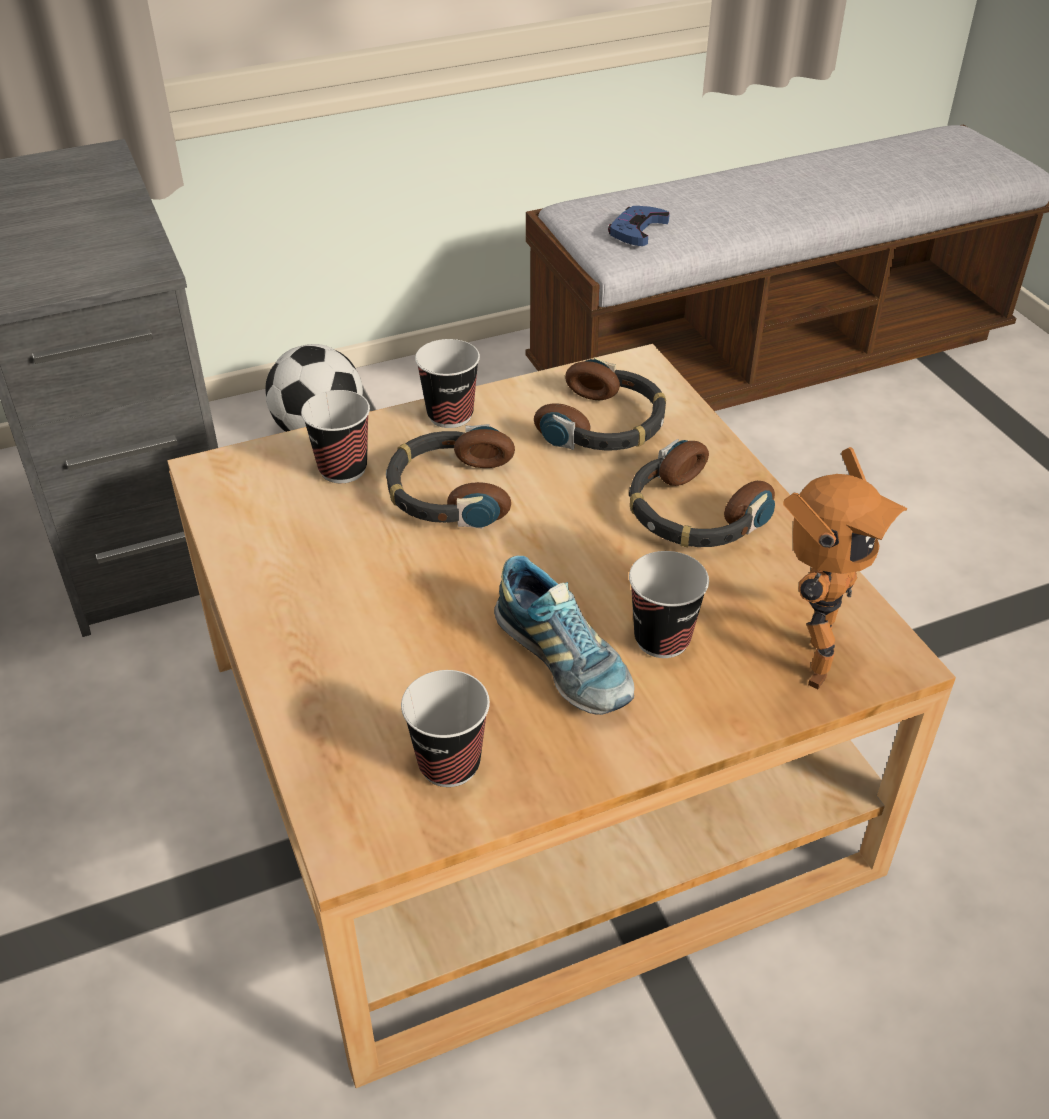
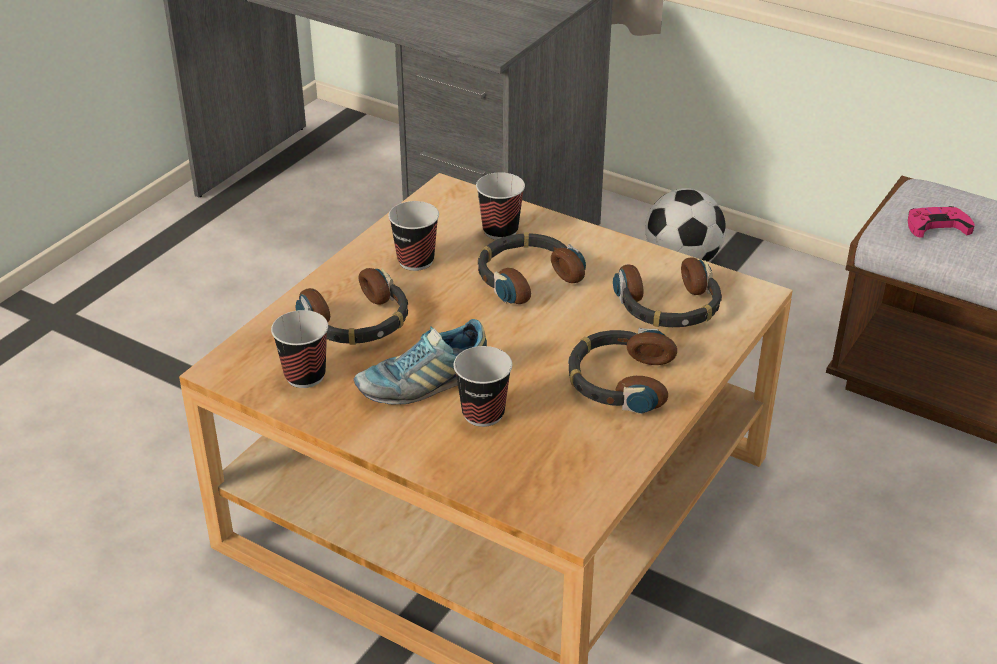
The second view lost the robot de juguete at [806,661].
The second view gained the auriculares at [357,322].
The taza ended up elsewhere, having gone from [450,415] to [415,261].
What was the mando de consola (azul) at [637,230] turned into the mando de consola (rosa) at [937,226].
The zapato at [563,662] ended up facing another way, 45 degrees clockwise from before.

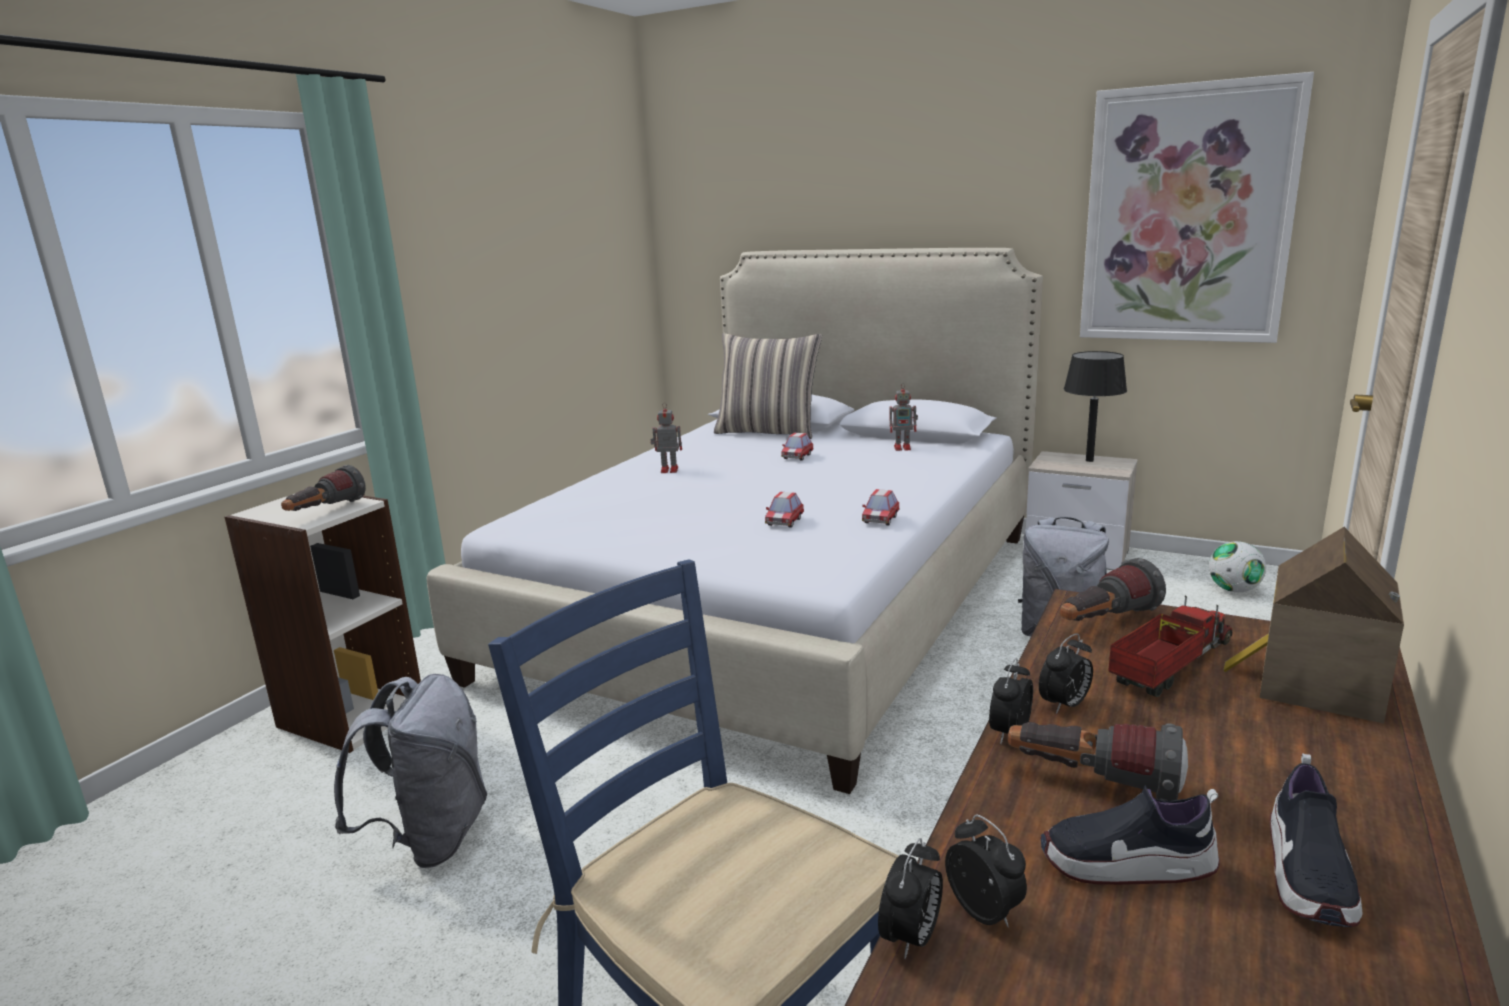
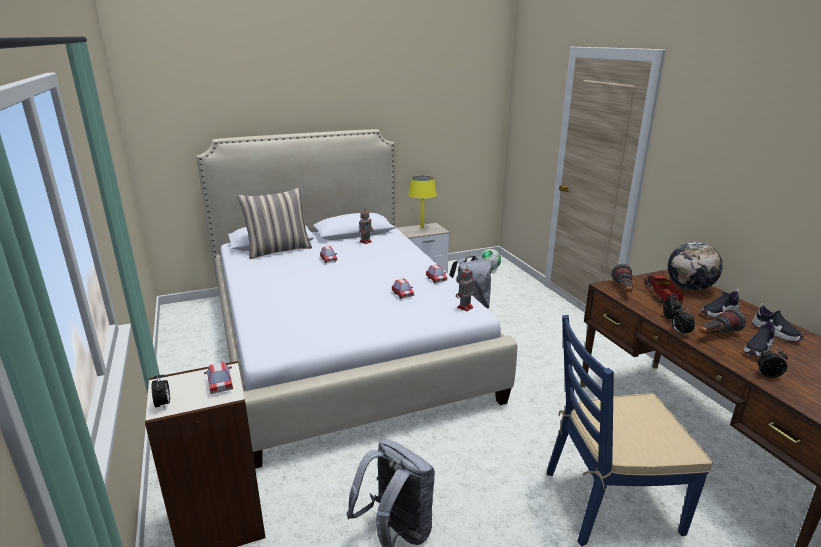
The second view lost the cuadro at [1187,216].
The second view gained the zapato at [719,313].
The robot de juguete ended up elsewhere, having gone from [668,470] to [464,308].
The despertador ended up elsewhere, having gone from [911,938] to [163,404].
Where the linterna stood at [325,511], the coche de juguete came to stand at [220,385].
Where the casita stood at [1312,685], the globo terráqueo came to stand at [689,288].
What was the lámpara de mesa (negro) at [1089,460] turned into the lámpara de mesa (amarillo) at [422,228].

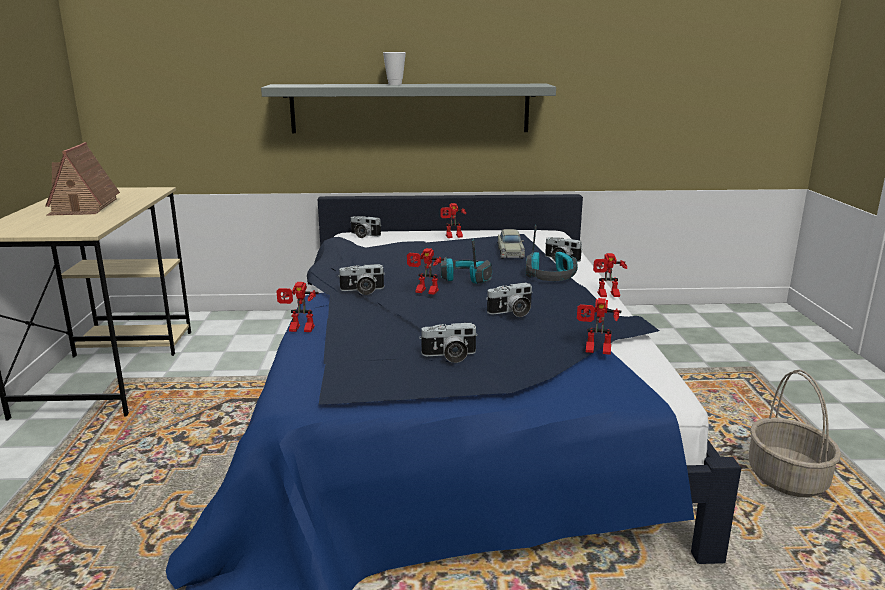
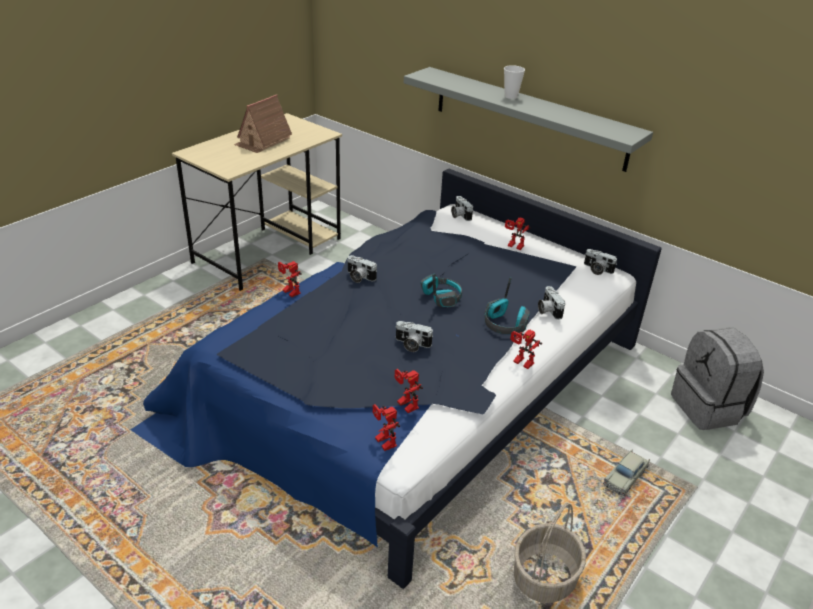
The second view gained the mochila (gris) at [708,408].
The robot de juguete ended up elsewhere, having gone from [424,292] to [382,442].
The cámara ended up elsewhere, having gone from [449,356] to [597,270].
The coche de juguete (beis) ended up elsewhere, having gone from [510,253] to [625,477].

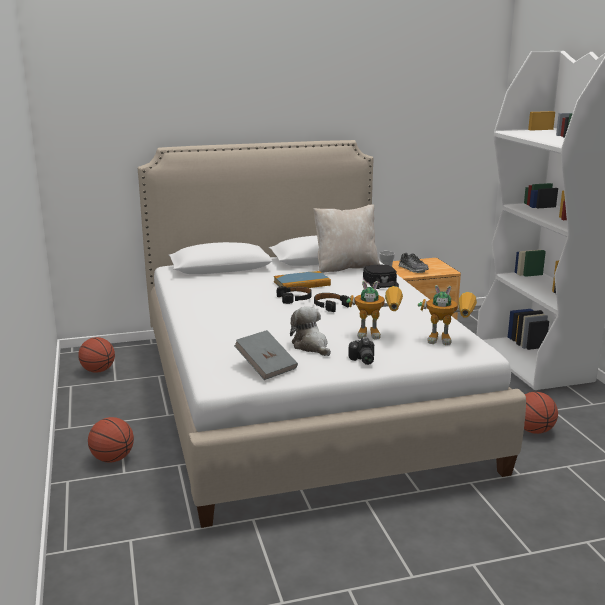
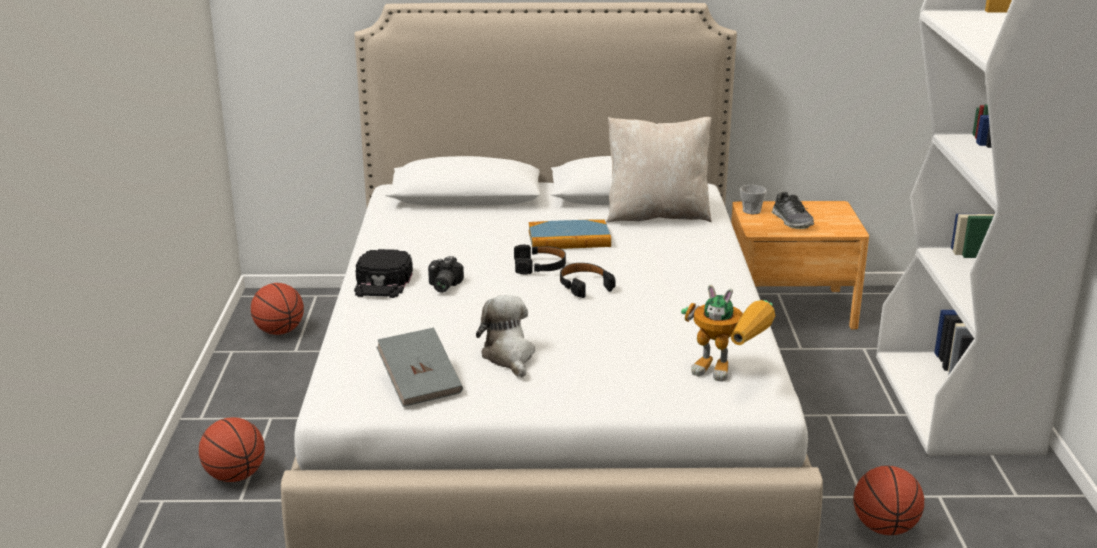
The second view lost the robot de juguete at [378,334].
The cámara ended up elsewhere, having gone from [362,360] to [442,286].
The gorra (negro) ended up elsewhere, having gone from [381,282] to [383,282].

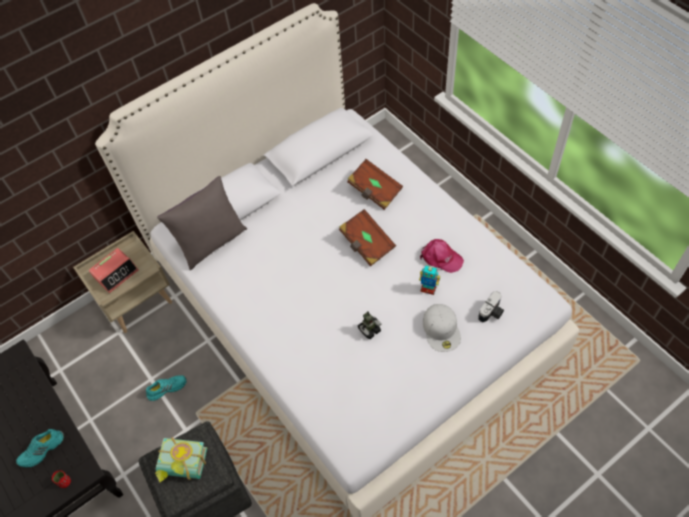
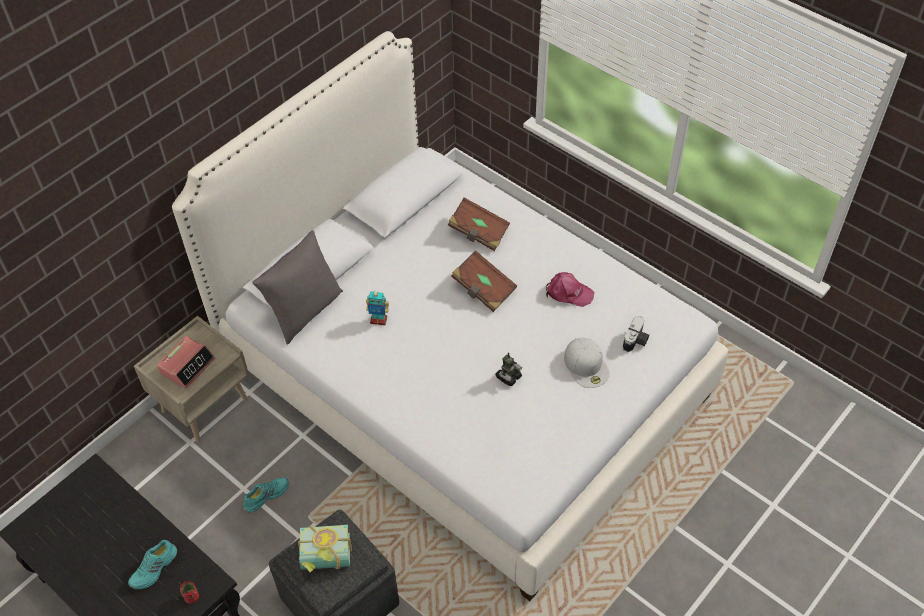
The robot de juguete ended up elsewhere, having gone from [428,289] to [378,320].

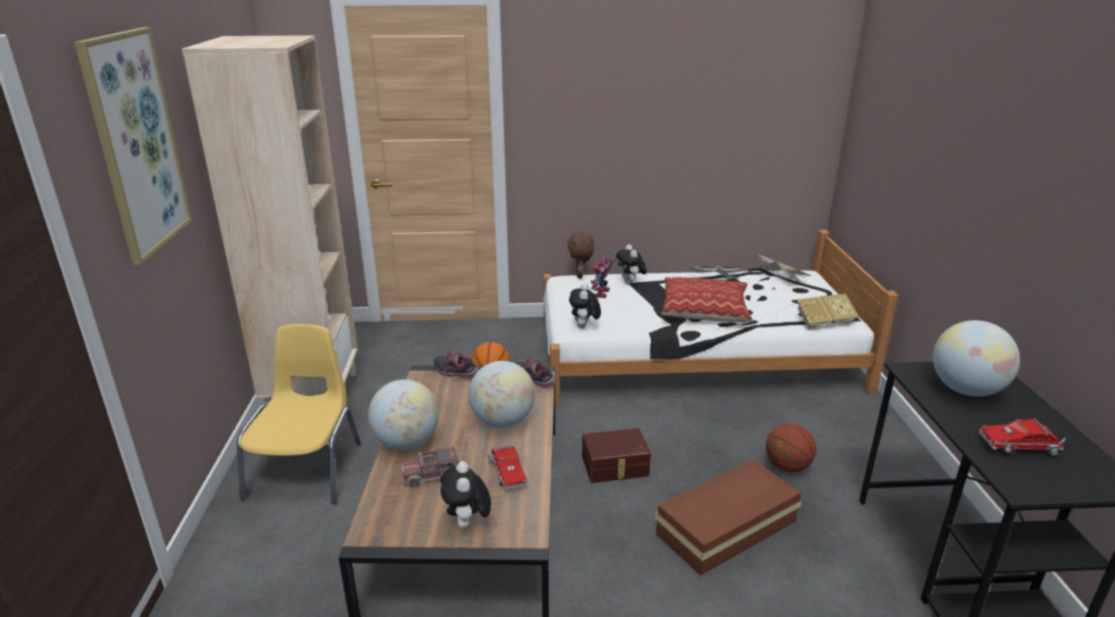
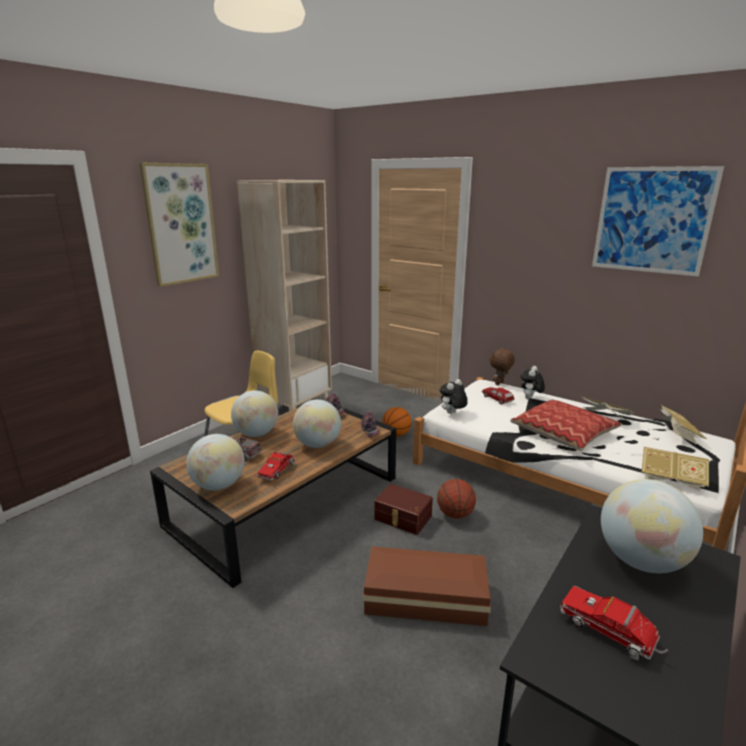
The second view gained the cuadro at [652,220].
The balón de baloncesto ended up elsewhere, having gone from [787,467] to [455,514].
Where the peluche stood at [467,524], the globo terráqueo came to stand at [218,485].
Where the robot de juguete stood at [602,294], the coche de juguete came to stand at [497,399].

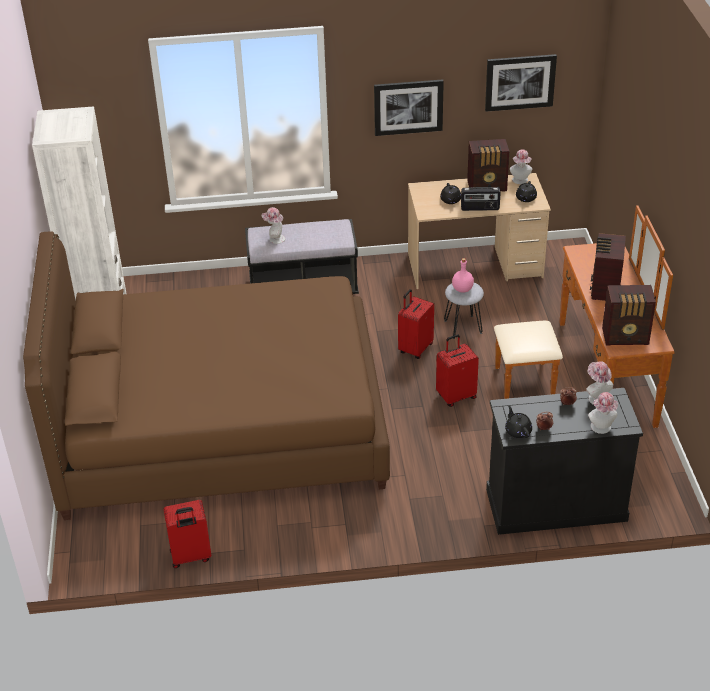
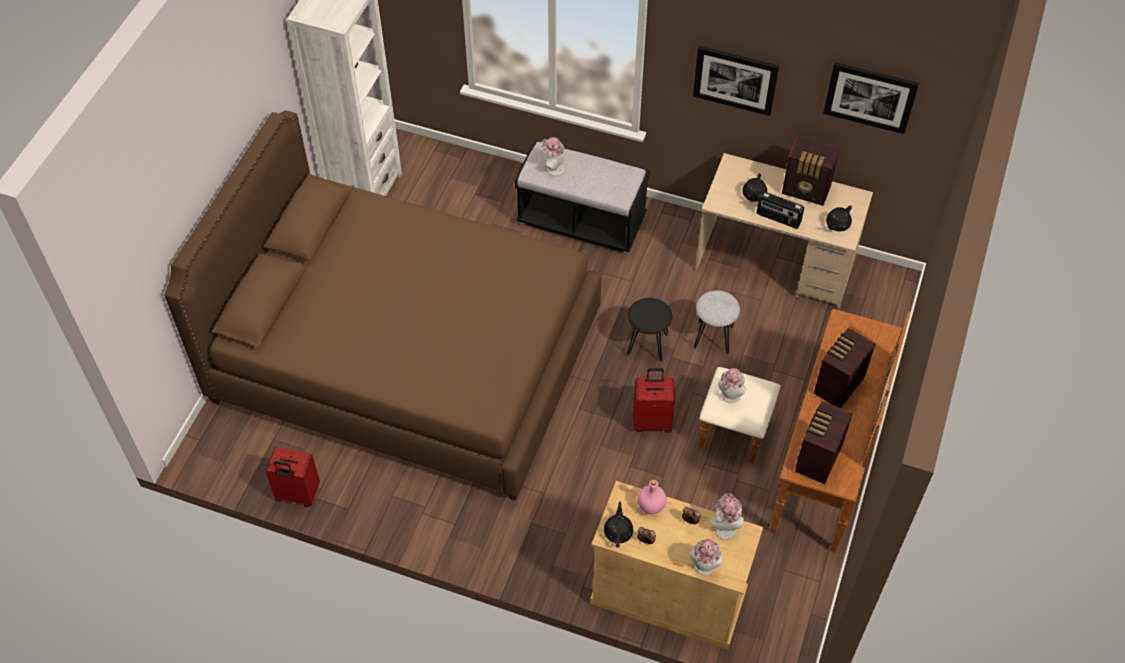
The botella (rosa) ended up elsewhere, having gone from [462,289] to [650,506].
The sombrero ended up elsewhere, having gone from [520,181] to [729,397].
Where the maleta (rojo) stood at [415,348], the taburete (negro) came to stand at [647,344].
What was the armario (negro) at [555,504] turned into the armario (beis) at [668,596].
The radio at [626,337] ended up facing another way, 90 degrees clockwise from before.

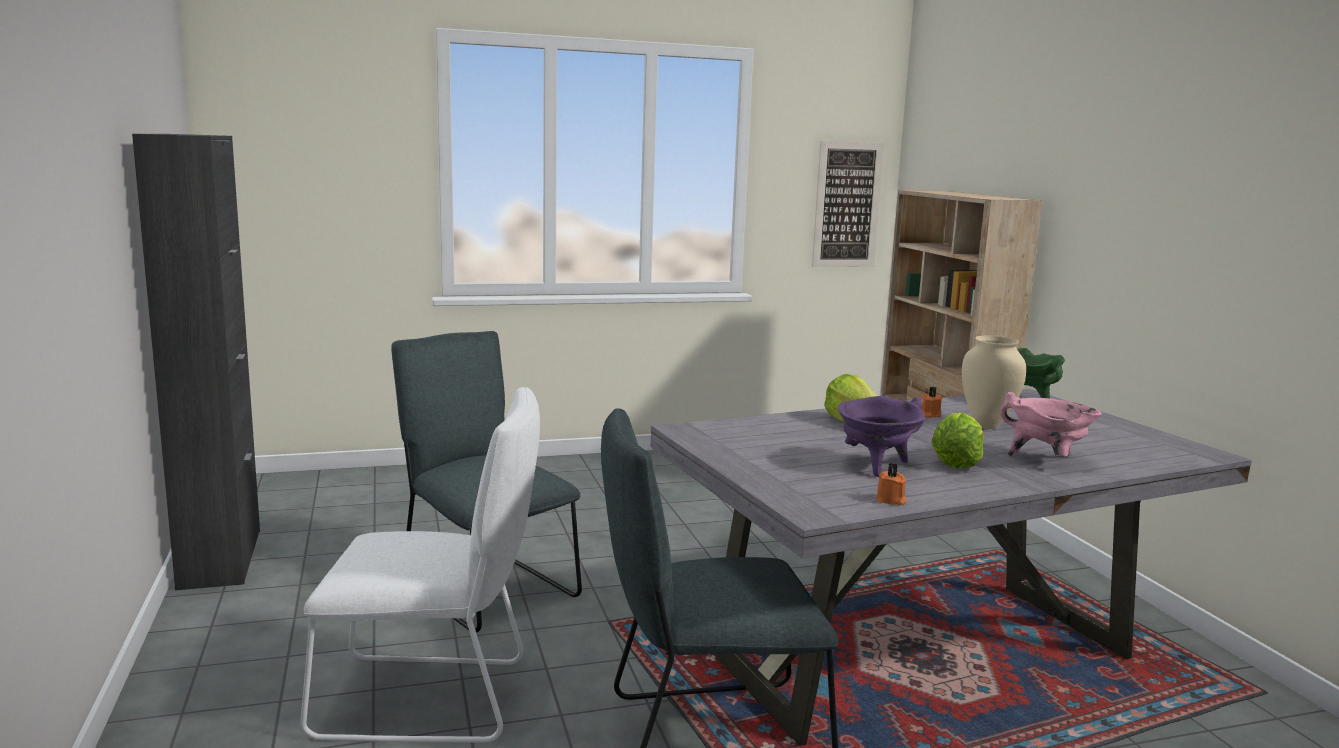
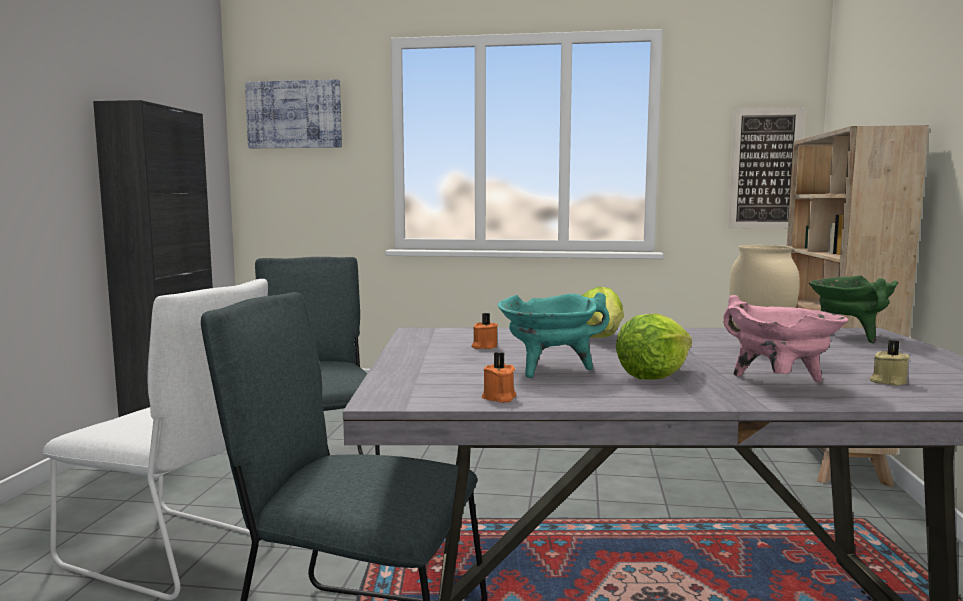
The second view gained the cuadro at [294,114].
The second view gained the vela (beis) at [887,381].
The vela (naranja) ended up elsewhere, having gone from [929,415] to [484,346].
What was the olla (morado) at [876,466] turned into the olla (turquesa) at [549,370].

